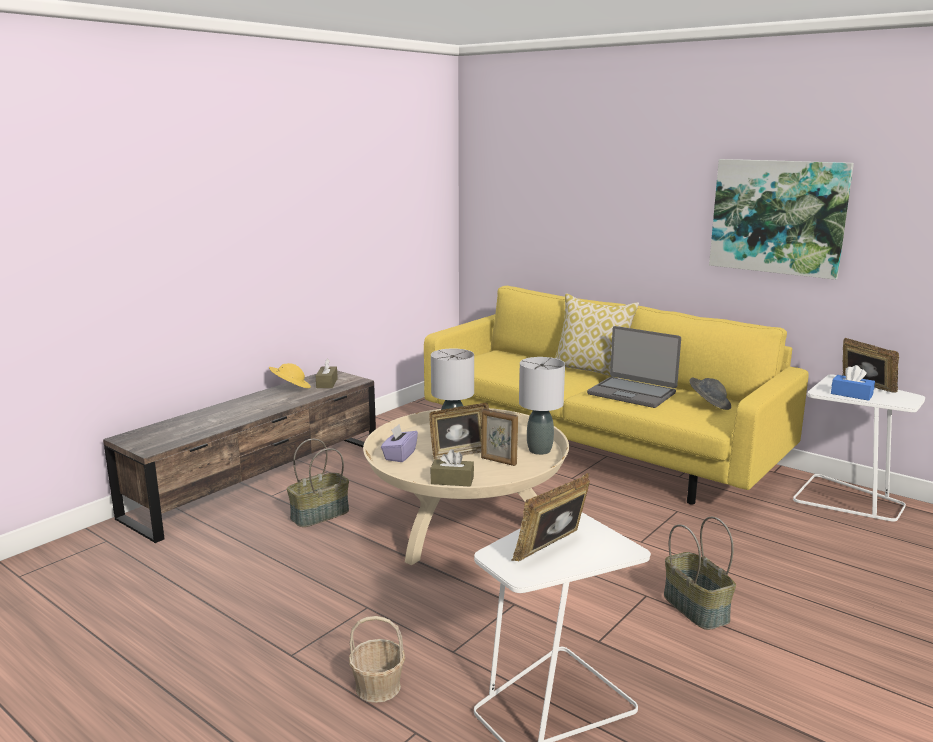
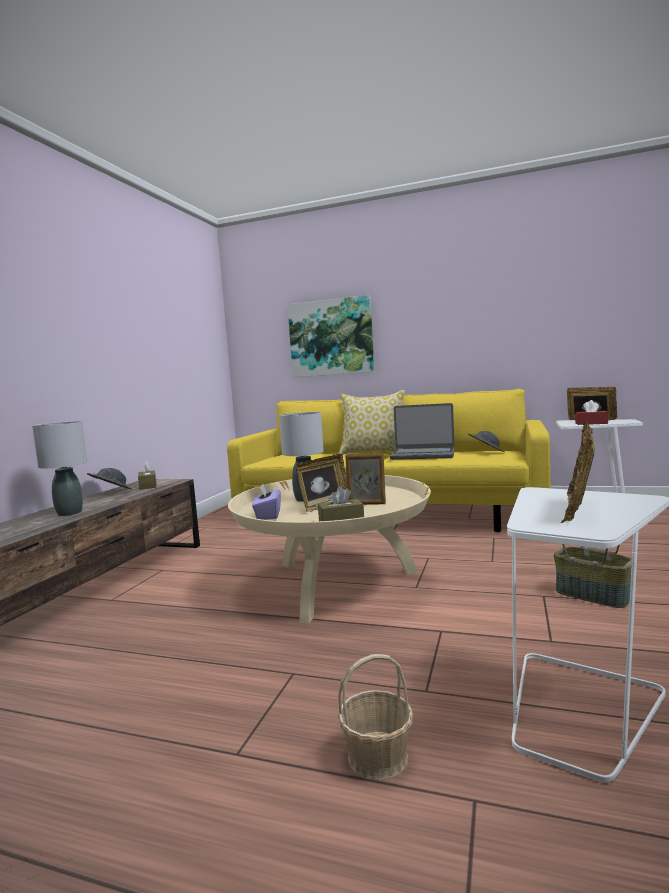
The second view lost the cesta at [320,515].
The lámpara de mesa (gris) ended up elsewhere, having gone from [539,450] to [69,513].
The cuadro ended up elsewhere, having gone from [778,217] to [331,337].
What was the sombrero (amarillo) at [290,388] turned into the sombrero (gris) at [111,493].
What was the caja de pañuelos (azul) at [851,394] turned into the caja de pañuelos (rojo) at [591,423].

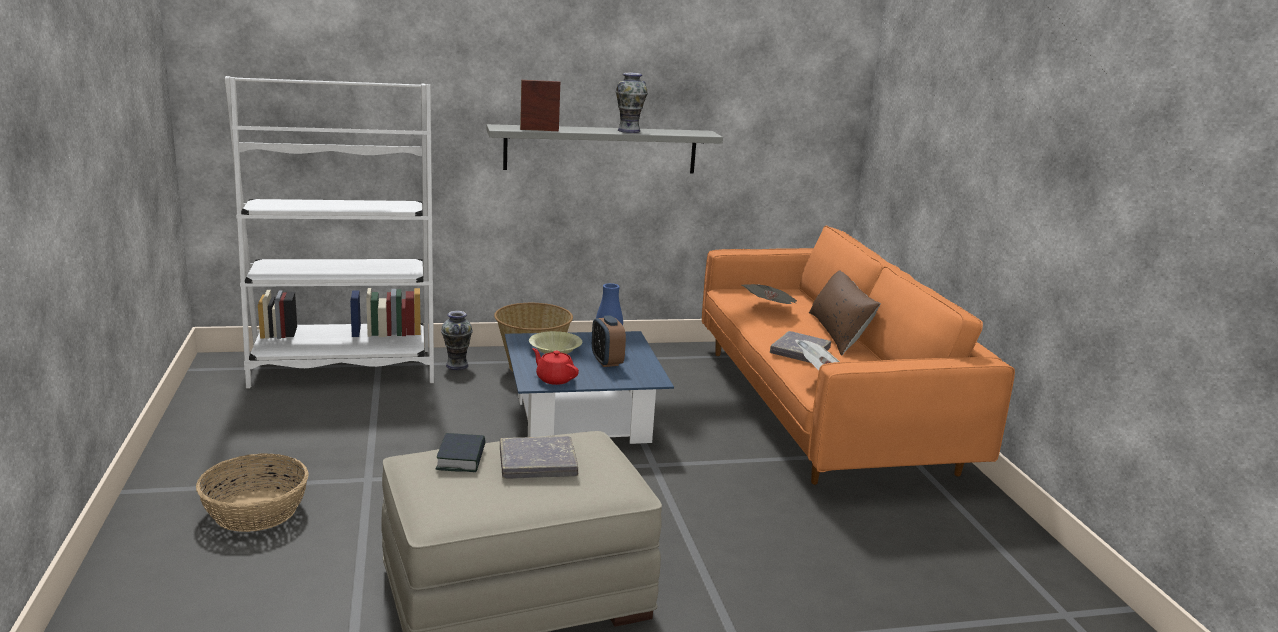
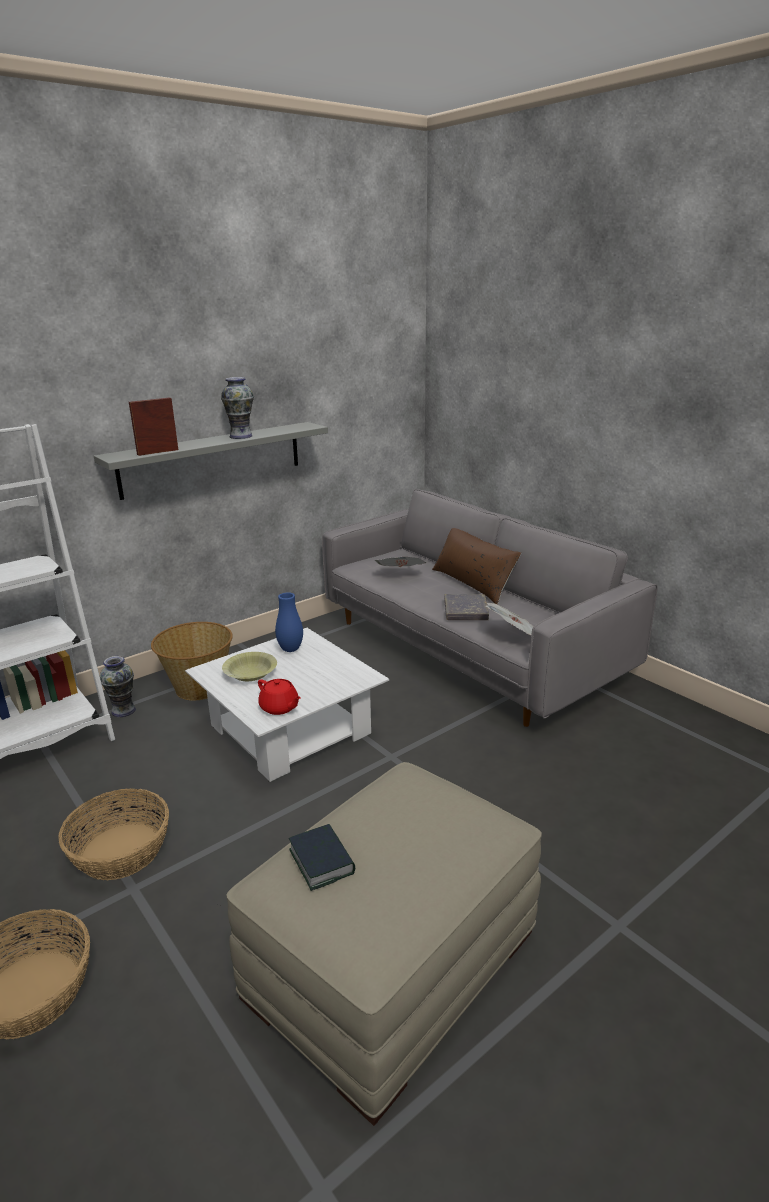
The second view lost the libro (gris) at [537,463].
The second view lost the despertador at [607,361].
The second view gained the cesta at [120,850].
What was the mesa de centro (azul) at [582,419] turned into the mesa de centro (blanco) at [290,730].
What was the sofá (naranja) at [822,408] turned into the sofá (gris) at [469,649].
The tetera (rojo) at [554,379] ended up facing another way, 150 degrees counterclockwise from before.

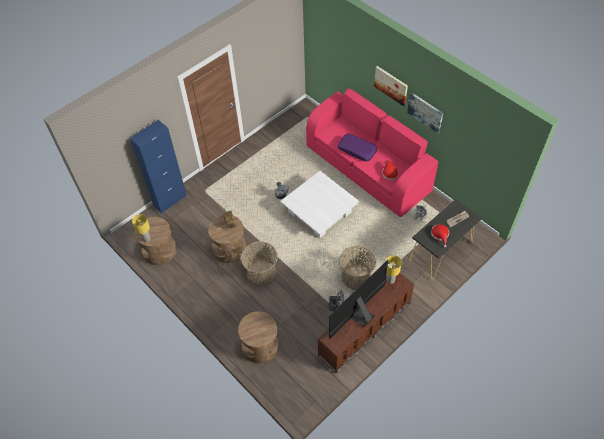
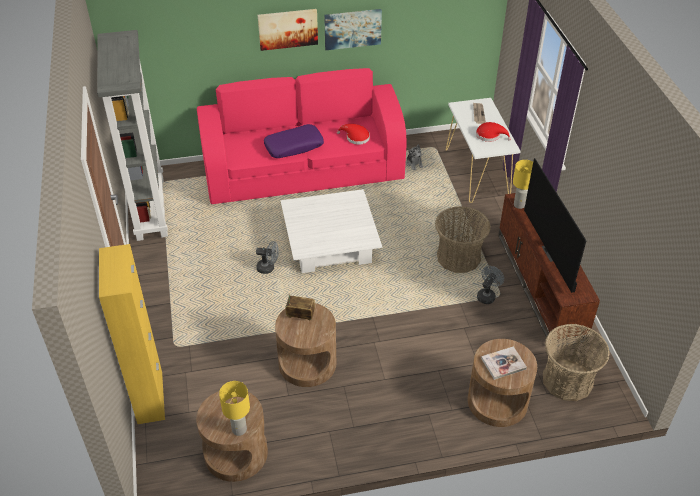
The second view gained the estantería (gris) at [149,208].
The second view gained the libro at [503,363].
The cesta ended up elsewhere, having gone from [261,273] to [567,380].
What was the armario (azul) at [170,200] turned into the armario (amarillo) at [150,397].
What was the mesa consola (negro) at [440,251] turned into the mesa consola (blanco) at [477,173].

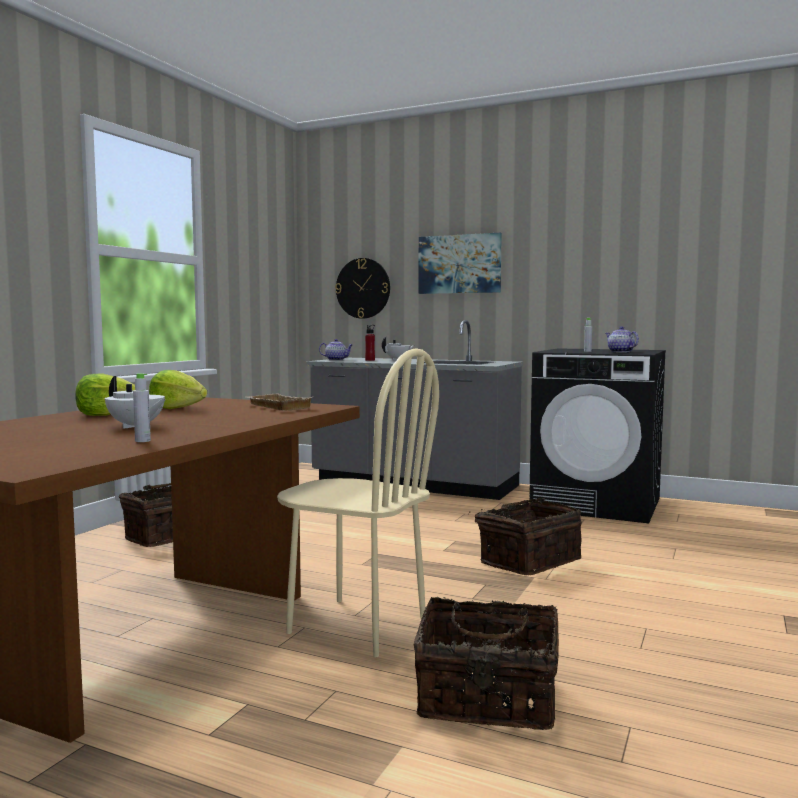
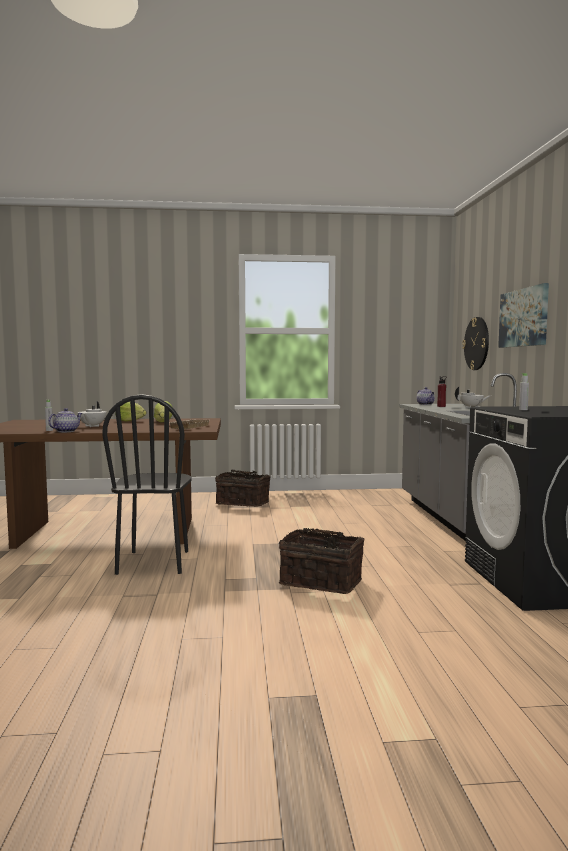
The second view lost the cesta at [487,700].
The tetera ended up elsewhere, having gone from [620,352] to [66,431].
What was the silla (beis) at [357,625] turned into the silla (negro) at [154,562].

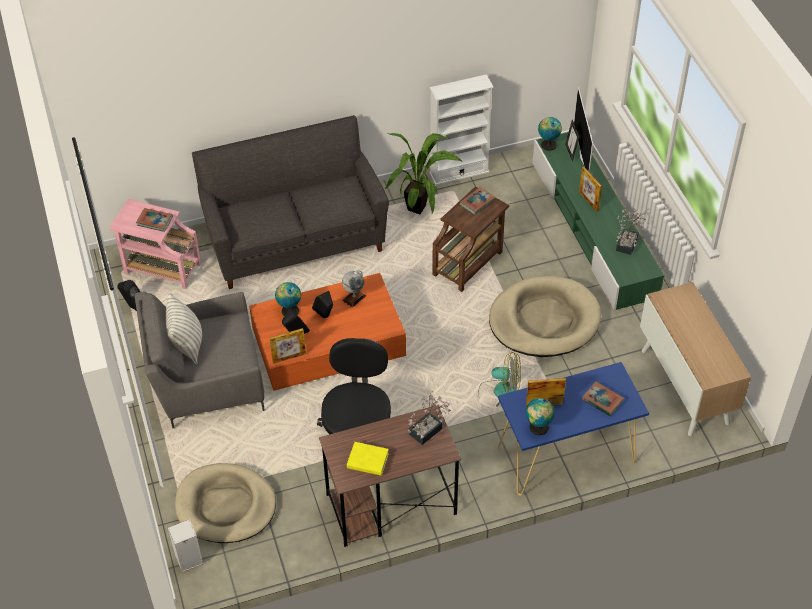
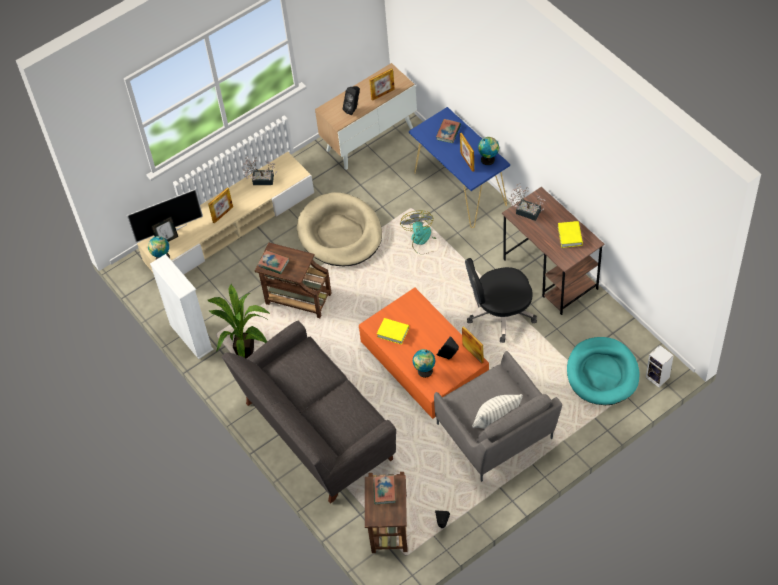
The second view gained the portarretratos at [383,94].
The altavoz (negro) ended up elsewhere, having gone from [325,316] to [353,109].
Where the globo terráqueo stood at [354,298], the libro (amarillo) came to stand at [393,332].
What was the mesa auxiliar (rosa) at [160,267] turned into the mesa auxiliar (marrón) at [389,525].
What was the cama para perro (beis) at [226,506] turned into the cama para perro (turquesa) at [602,373].
What was the mueble de televisión (verde) at [593,229] turned into the mueble de televisión (beis) at [230,227].

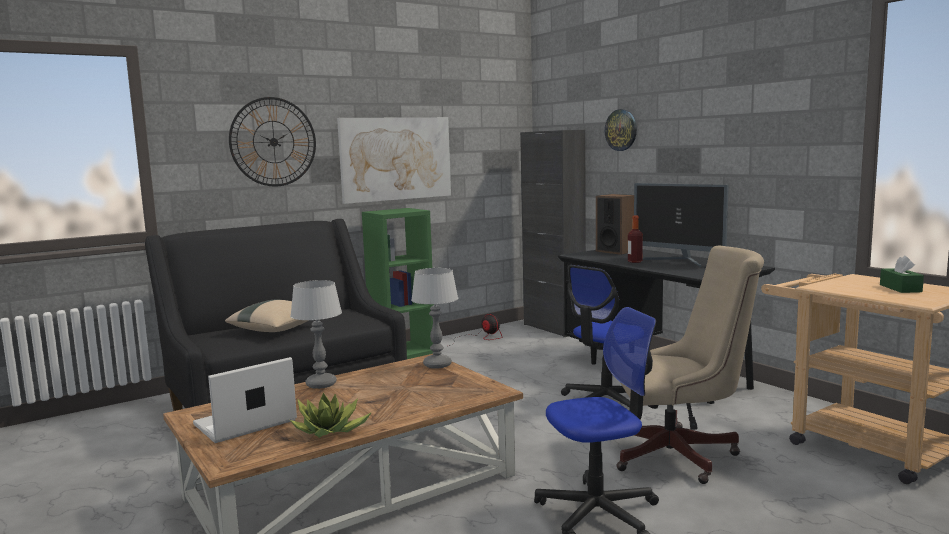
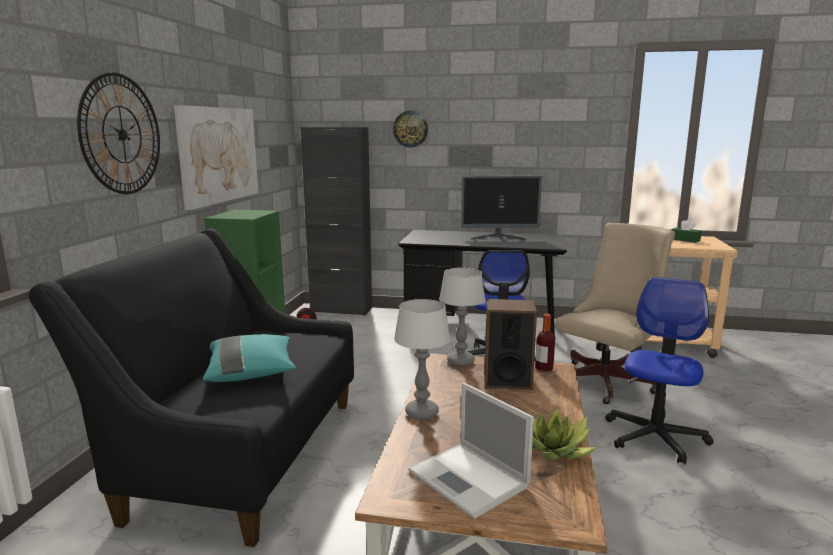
The altavoz ended up elsewhere, having gone from [616,251] to [507,381].
The botella ended up elsewhere, having gone from [634,261] to [544,369].
What was the cojín (beis) at [277,330] turned into the cojín (turquesa) at [251,373].
The portátil at [243,423] ended up facing another way, 45 degrees counterclockwise from before.

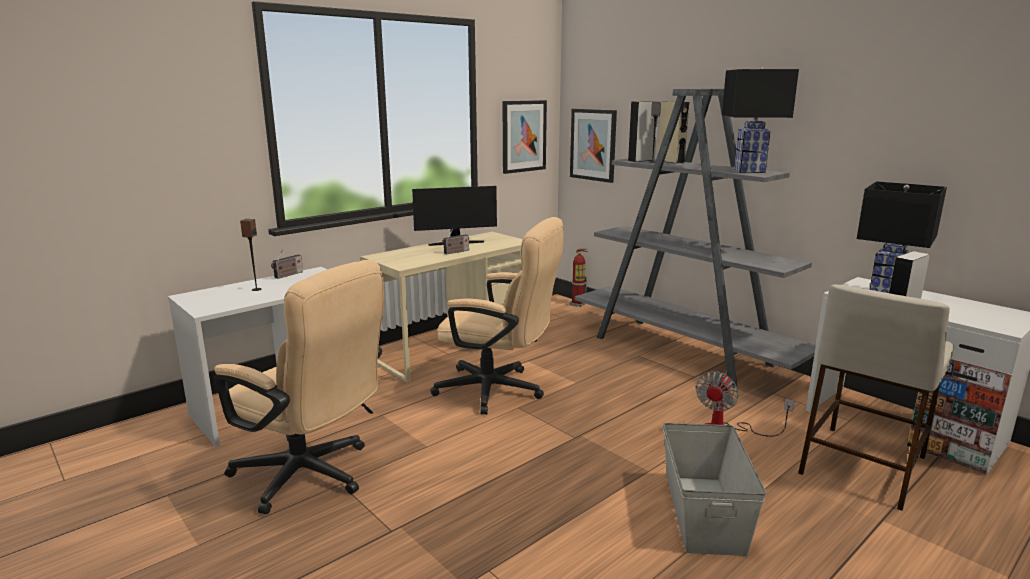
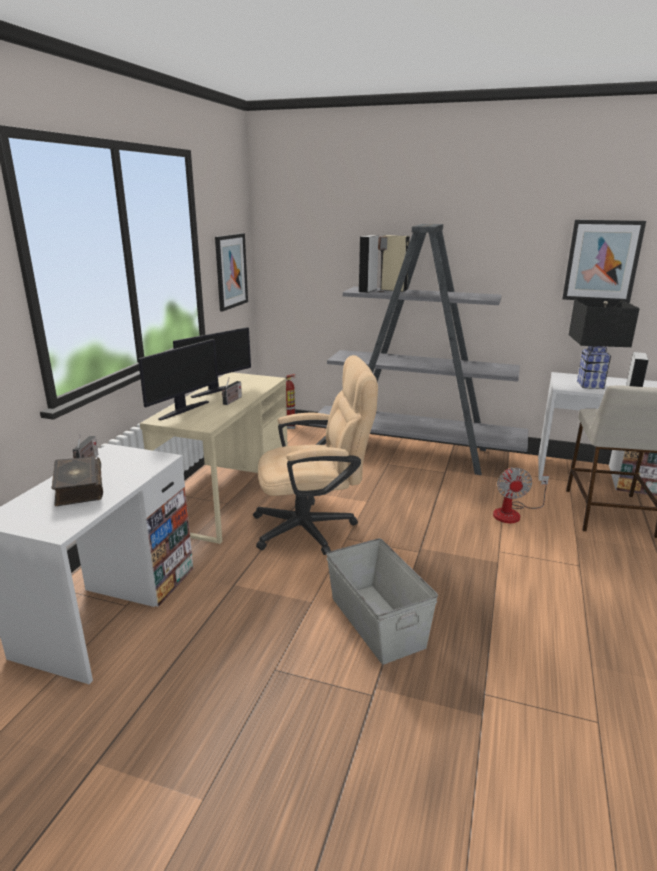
The second view lost the silla de oficina (beis) at [311,476].
The second view lost the lámpara de mesa (negro) at [750,171].
The second view gained the monitor at [183,410].
The cuadro ended up elsewhere, having gone from [593,145] to [602,261].
The caja de almacenaje (gris) ended up elsewhere, having gone from [704,512] to [377,621].
Where the altavoz stood at [256,289], the libro came to stand at [78,489].

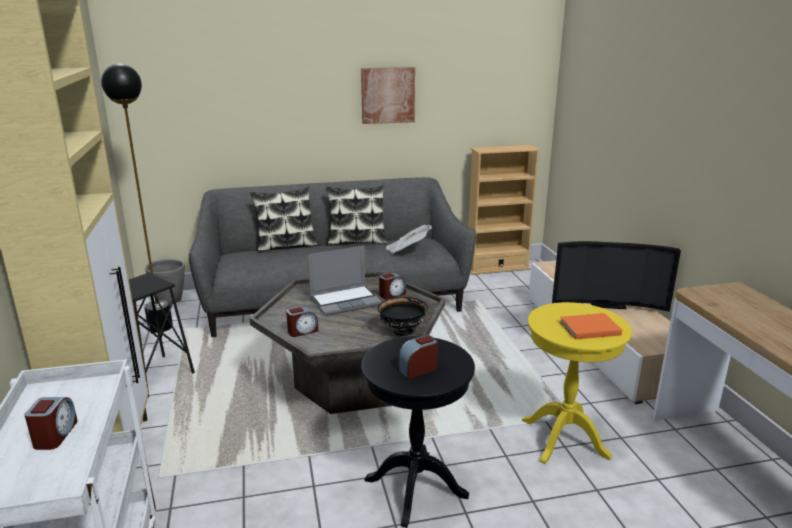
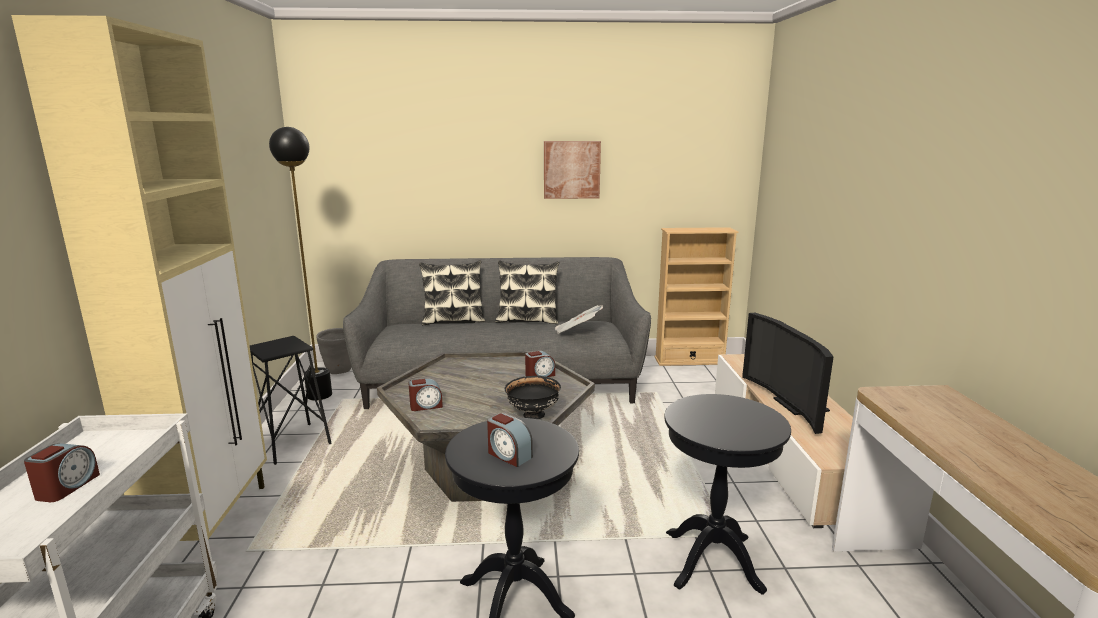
The second view lost the portátil at [346,301].
The second view lost the libro (naranja) at [588,328].
What was the mesa auxiliar (amarillo) at [564,438] turned into the mesa auxiliar (negro) at [712,561].
The despertador at [418,369] ended up facing another way, 120 degrees counterclockwise from before.
The televisor at [606,304] ended up facing another way, 60 degrees clockwise from before.

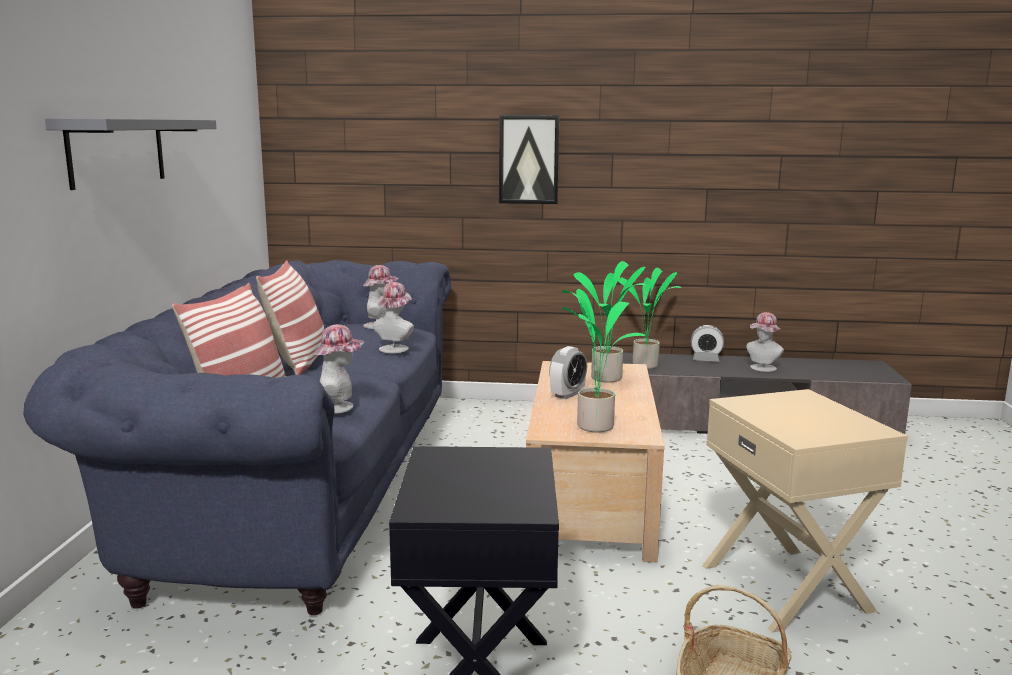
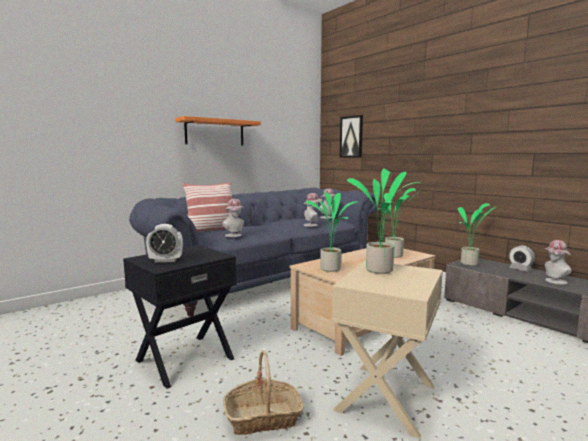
The second view lost the cojín at [298,362].
The second view gained the planta en maceta at [381,270].
The cuadro ended up elsewhere, having gone from [529,159] to [351,137].
The despertador ended up elsewhere, having gone from [567,394] to [165,260].
What was the estante (gris) at [117,151] turned into the estante (naranja) at [215,132].

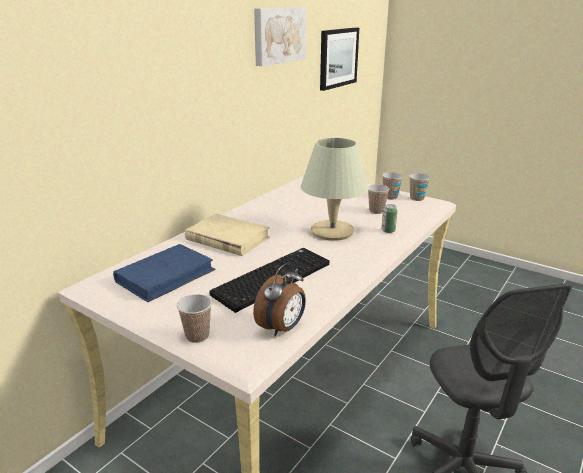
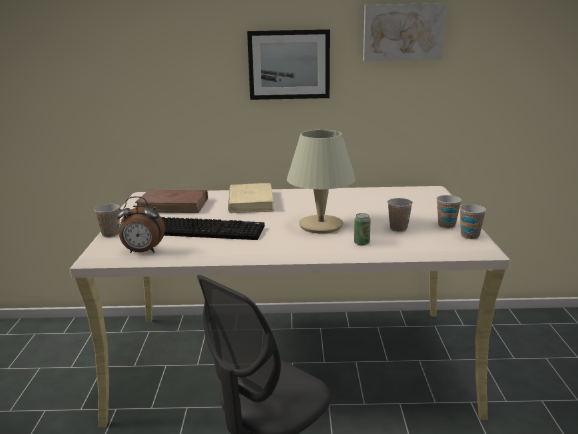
The cuadro ended up elsewhere, having gone from [338,58] to [289,64].
What was the libro (azul) at [166,276] turned into the libro (marrón) at [173,205].

